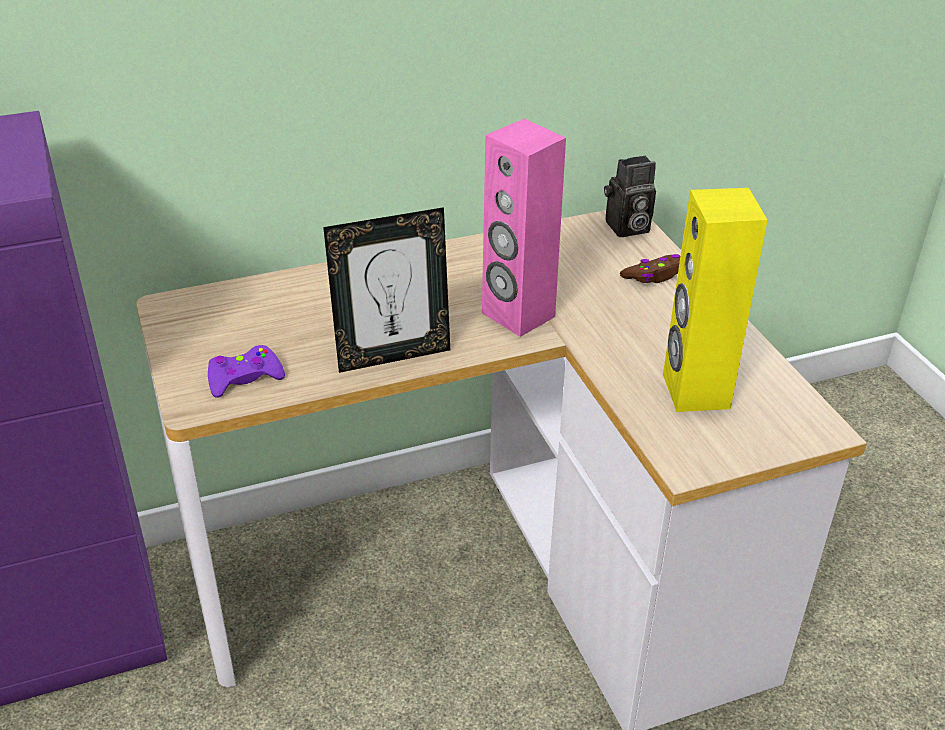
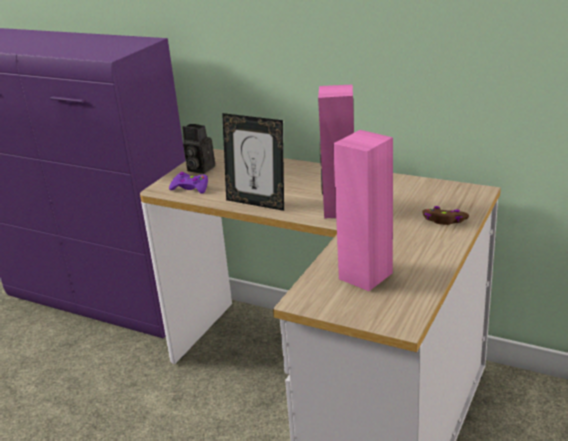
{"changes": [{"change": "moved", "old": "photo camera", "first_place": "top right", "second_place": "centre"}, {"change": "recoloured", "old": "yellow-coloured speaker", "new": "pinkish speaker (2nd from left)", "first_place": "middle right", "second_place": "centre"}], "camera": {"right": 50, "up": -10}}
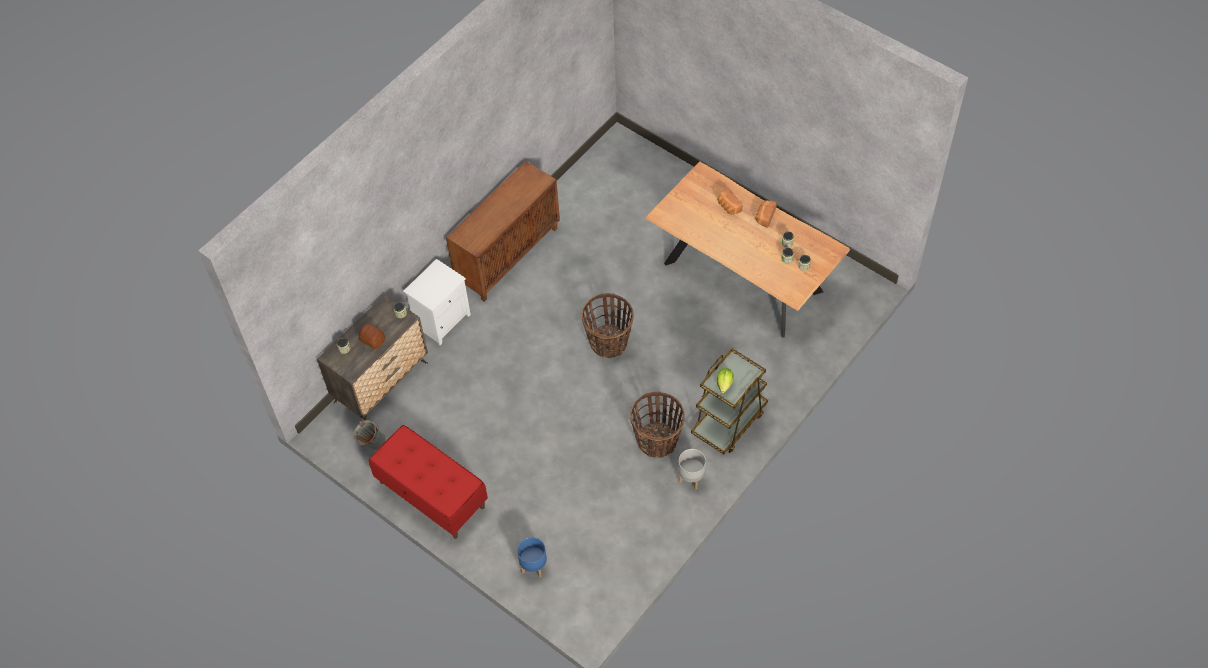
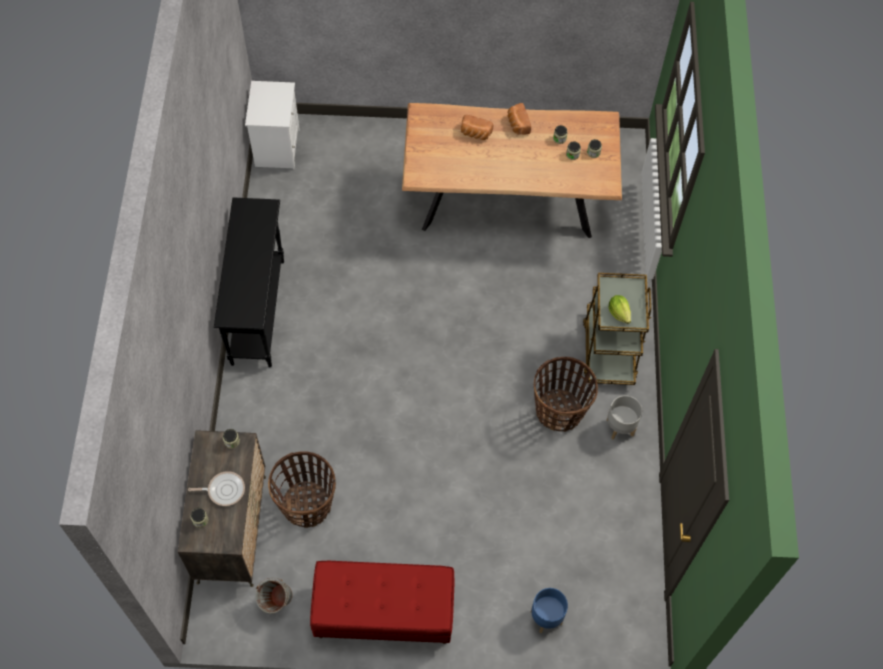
{"changes": [{"change": "replaced", "old": "brown-coloured cupboard", "new": "black-coloured hall table", "first_place": "centre", "second_place": "middle left"}, {"change": "moved", "old": "white nightstand", "first_place": "centre", "second_place": "top left"}, {"change": "moved", "old": "basket (1st from left)", "first_place": "centre", "second_place": "bottom centre"}, {"change": "replaced", "old": "bakery bread (1st from left)", "new": "frying pan", "first_place": "middle left", "second_place": "bottom left"}], "camera": {"right": -40, "up": 5}}
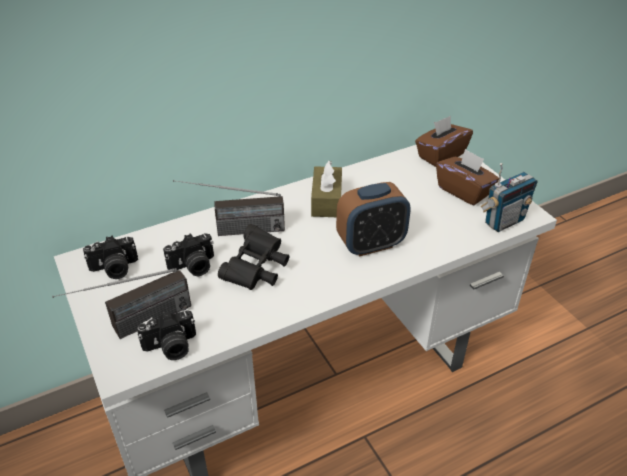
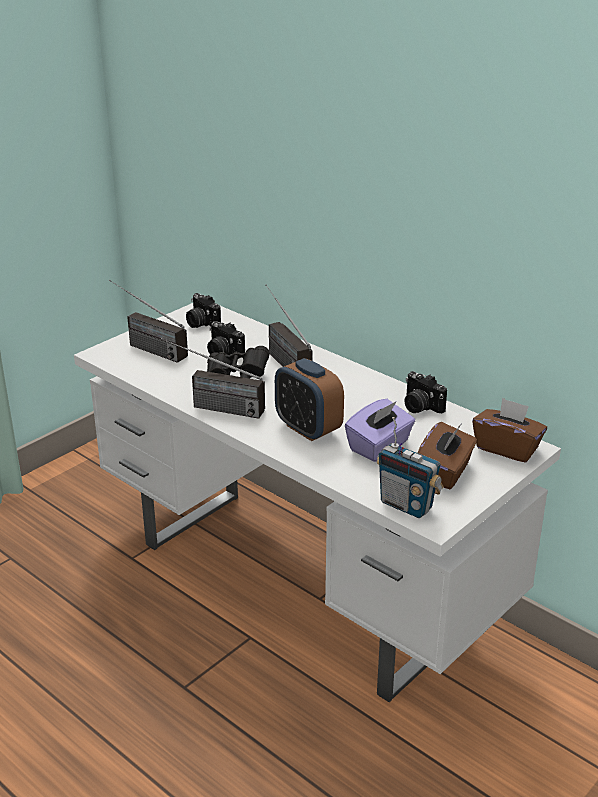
{"changes": [{"change": "removed", "old": "brown-coloured box of tissues (1st from left)", "first_place": "centre"}, {"change": "moved", "old": "photo camera (2nd from left in the first image)", "new": "photo camera (3rd from left)", "first_place": "bottom left", "second_place": "middle right"}, {"change": "added", "new": "radio set (2nd from left)", "second_place": "centre"}, {"change": "added", "new": "purple box of tissues", "second_place": "centre"}], "camera": {"right": 70, "up": -10}}
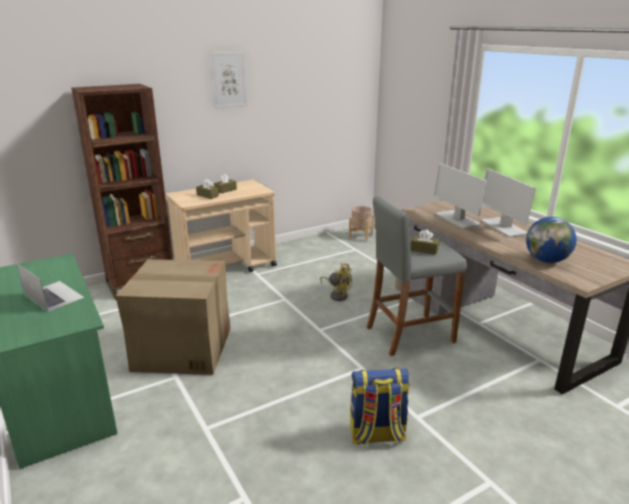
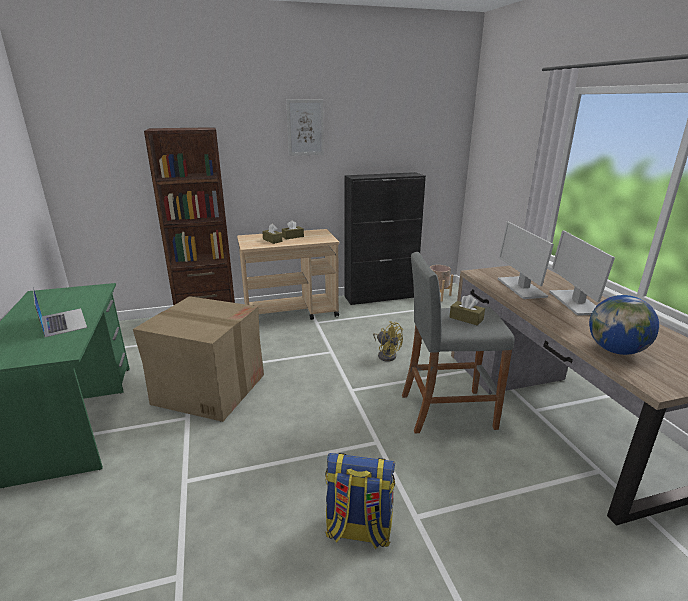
{"changes": [{"change": "added", "new": "black-coloured cupboard", "second_place": "centre"}], "camera": {"right": 15, "up": 0}}
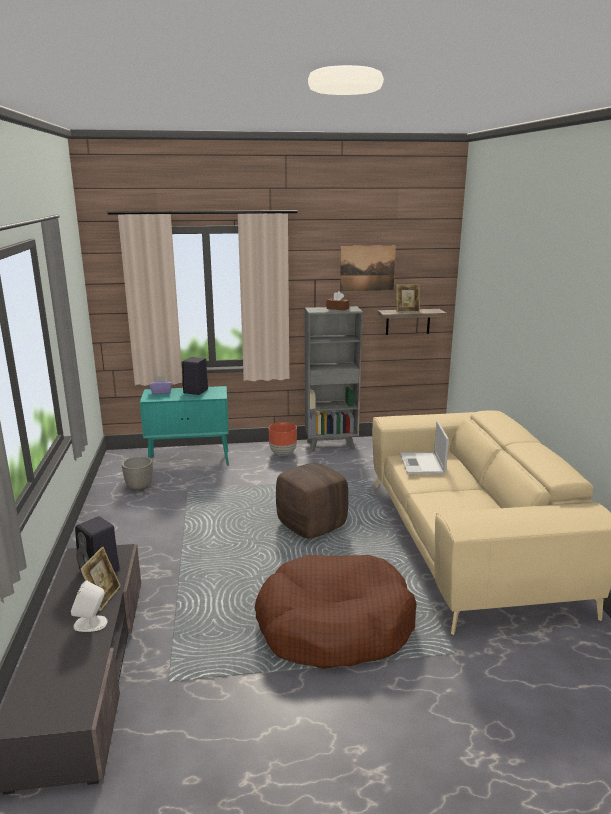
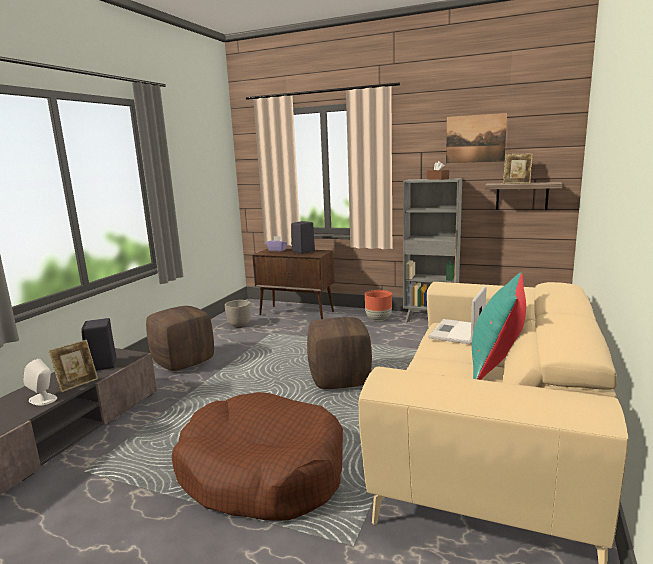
{"changes": [{"change": "recoloured", "old": "turquoise-coloured cupboard", "new": "brown-coloured cupboard", "first_place": "middle left", "second_place": "centre"}, {"change": "added", "new": "turquoise-coloured throw pillow", "second_place": "middle right"}, {"change": "added", "new": "brown-coloured pouffe (1st from left)", "second_place": "middle left"}], "camera": {"right": 30, "up": -5}}
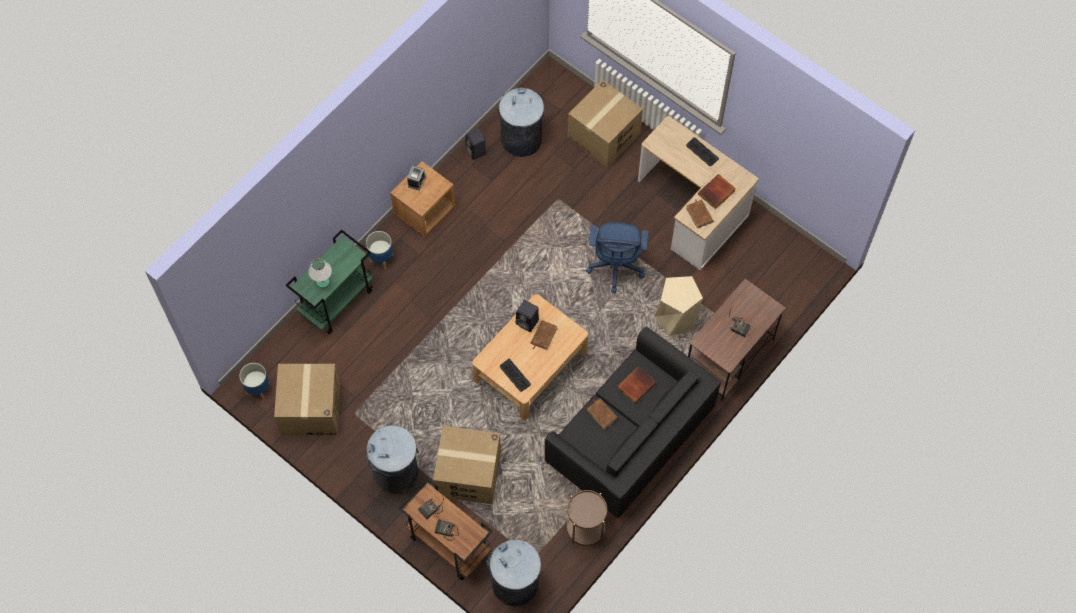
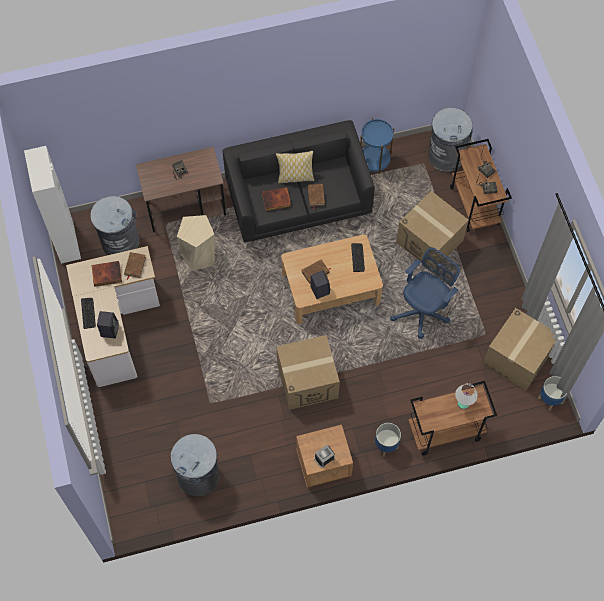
{"changes": [{"change": "moved", "old": "cardboard box (3rd from left in the first image)", "new": "cardboard box (1st from left)", "first_place": "top centre", "second_place": "centre"}, {"change": "moved", "old": "black-coloured speaker (1st from left)", "first_place": "top centre", "second_place": "middle left"}, {"change": "moved", "old": "blue-coloured desk chair", "first_place": "centre", "second_place": "middle right"}, {"change": "recoloured", "old": "green-coloured trolley", "new": "brown-coloured trolley (1st from left)", "first_place": "middle left", "second_place": "bottom right"}, {"change": "moved", "old": "gray trash can (1st from left)", "first_place": "bottom centre", "second_place": "middle left"}, {"change": "recoloured", "old": "brown-coloured side table", "new": "blue-coloured side table", "first_place": "bottom centre", "second_place": "top centre"}, {"change": "added", "new": "white cupboard", "second_place": "middle left"}, {"change": "added", "new": "throw pillow", "second_place": "top centre"}], "camera": {"right": -145, "up": 0}}
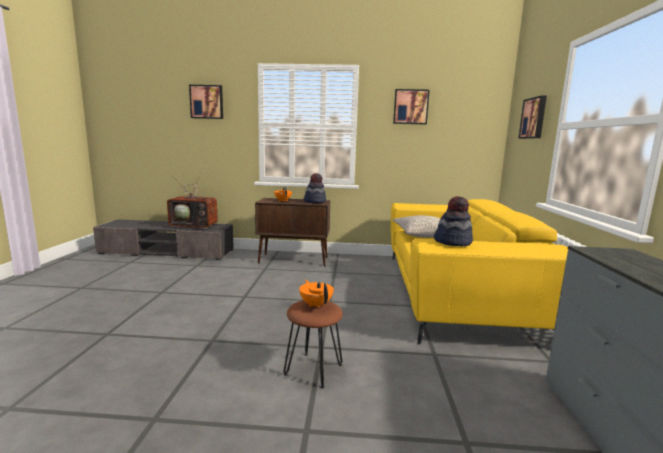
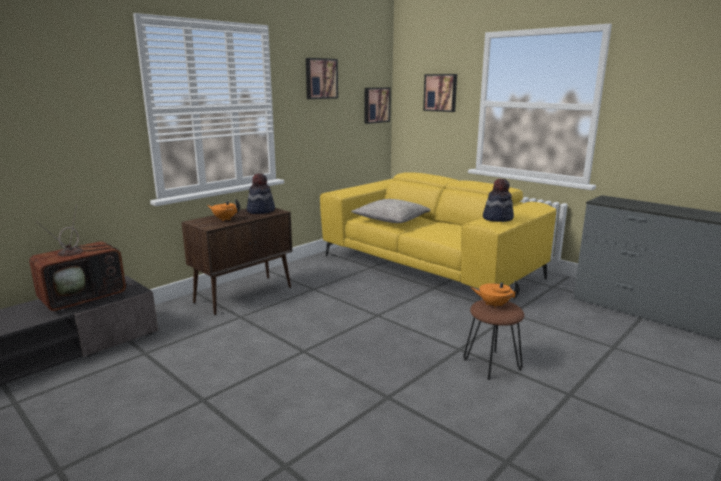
{"changes": [{"change": "moved", "old": "wall picture (1st from left in the first image)", "new": "wall picture (2nd from left)", "first_place": "top left", "second_place": "top centre"}], "camera": {"right": -50, "up": 5}}
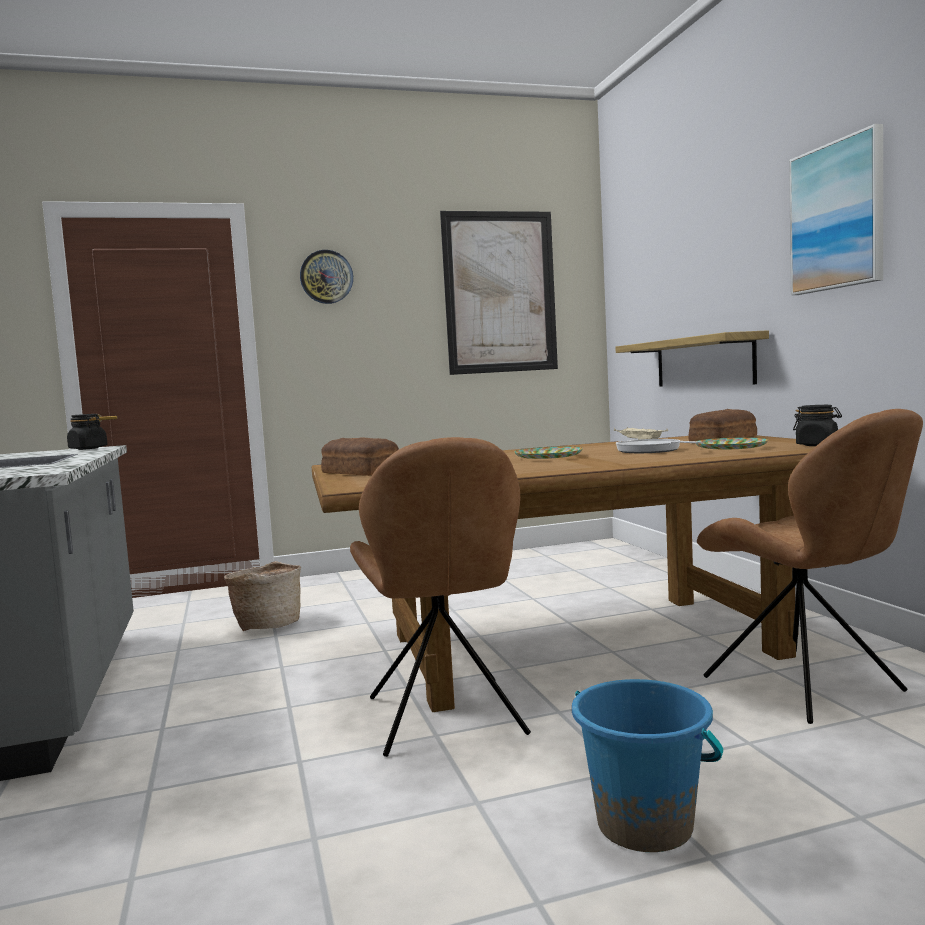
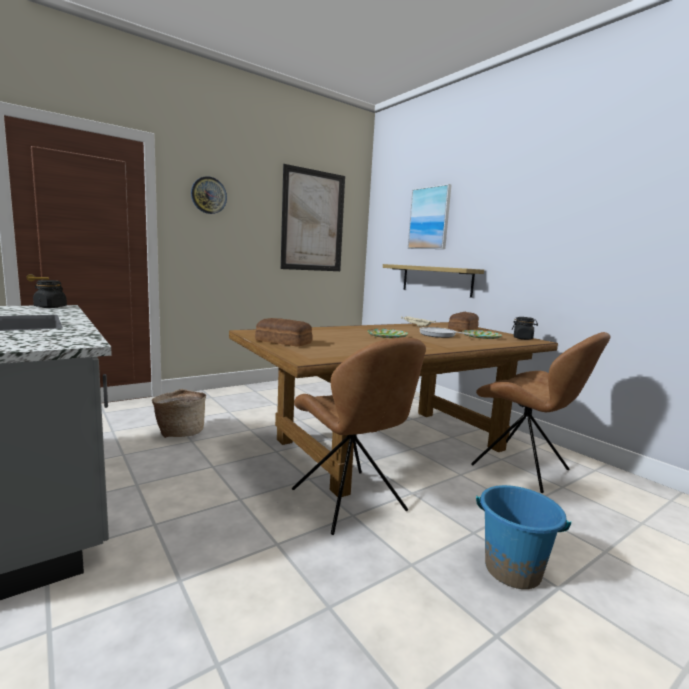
{"changes": [{"change": "moved", "old": "wall picture (2nd from left)", "first_place": "top right", "second_place": "top centre"}], "camera": {"right": -20, "up": 5}}
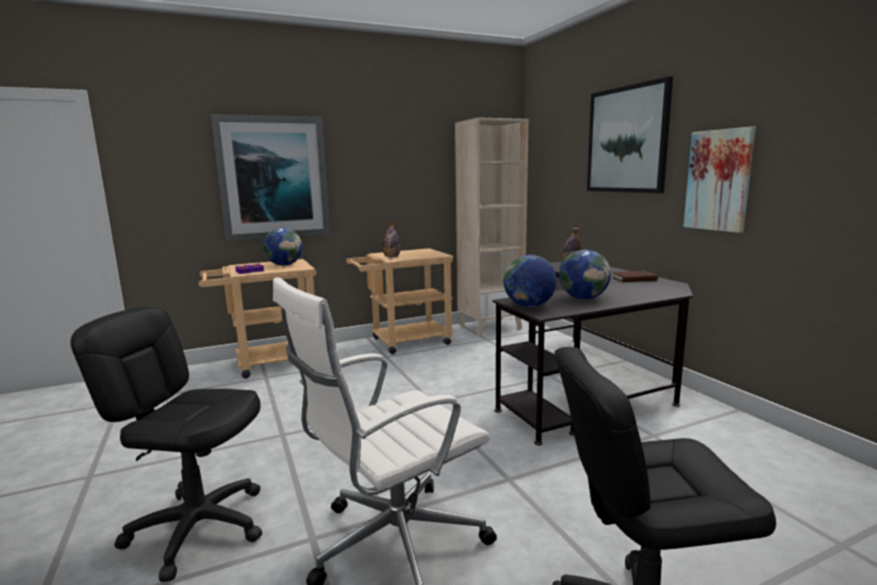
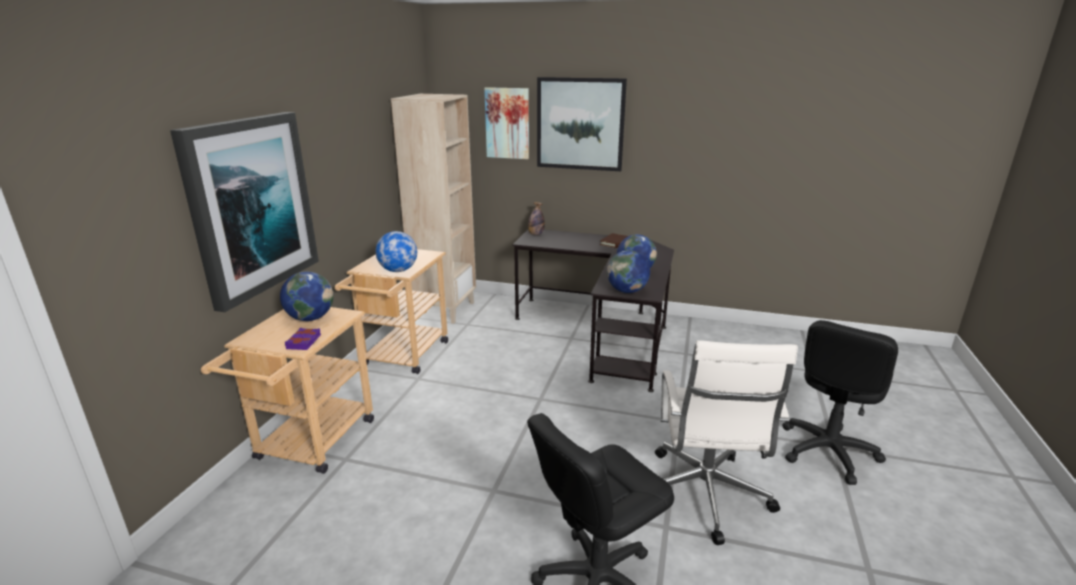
{"changes": [{"change": "moved", "old": "wall picture (3rd from left in the first image)", "new": "wall picture (2nd from left)", "first_place": "top right", "second_place": "top centre"}, {"change": "replaced", "old": "bottle (1st from left)", "new": "world globe (2nd from left)", "first_place": "centre", "second_place": "centre"}], "camera": {"right": -50, "up": 10}}
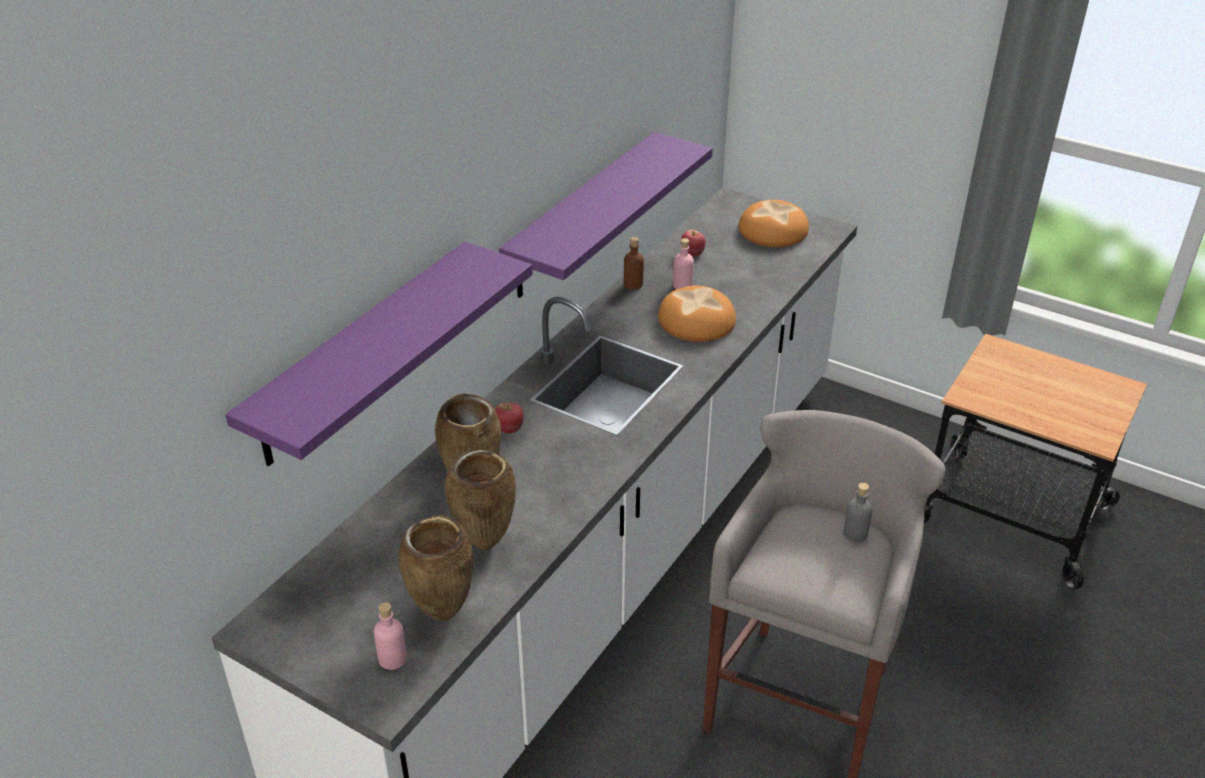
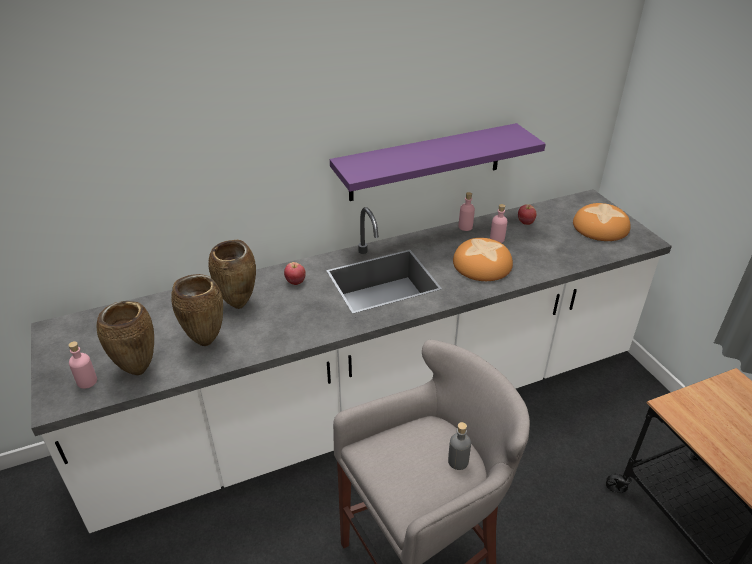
{"changes": [{"change": "recoloured", "old": "brown-coloured bottle", "new": "pinkish bottle (2nd from left)", "first_place": "centre", "second_place": "centre"}, {"change": "removed", "old": "purple bracket shelf (1st from left)", "first_place": "middle left"}], "camera": {"right": 35, "up": 0}}
